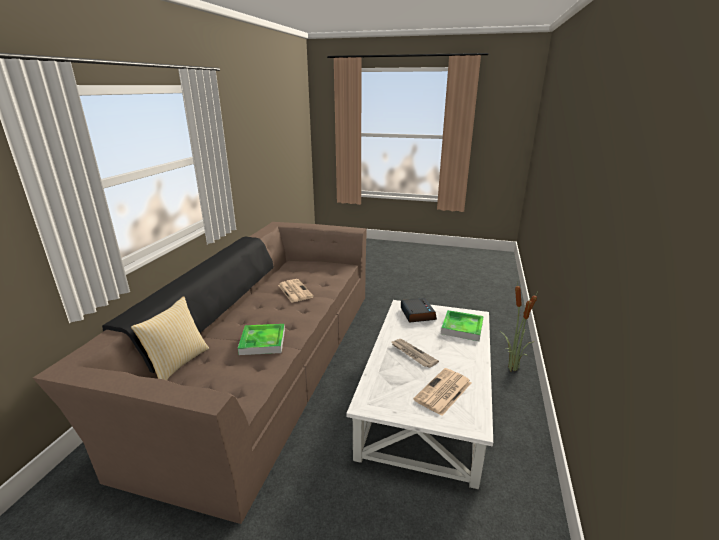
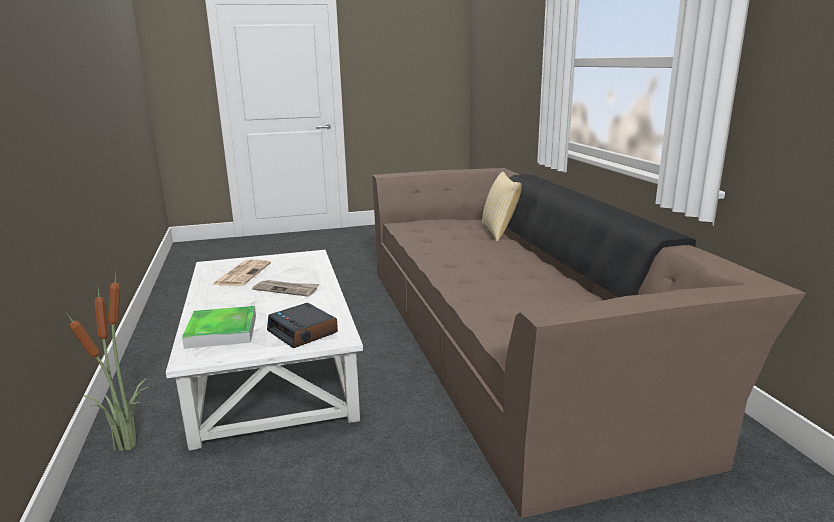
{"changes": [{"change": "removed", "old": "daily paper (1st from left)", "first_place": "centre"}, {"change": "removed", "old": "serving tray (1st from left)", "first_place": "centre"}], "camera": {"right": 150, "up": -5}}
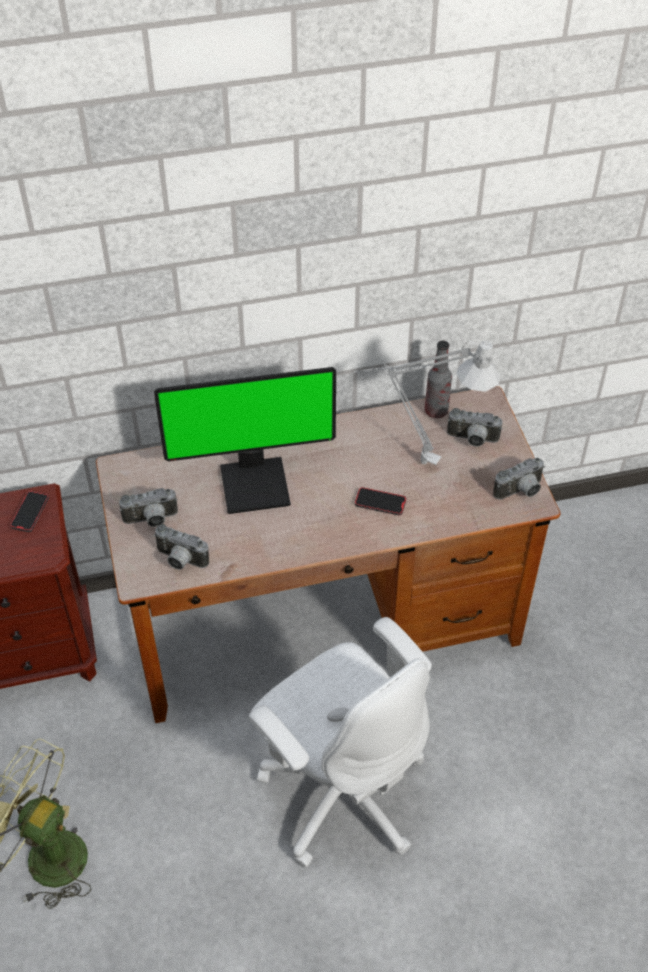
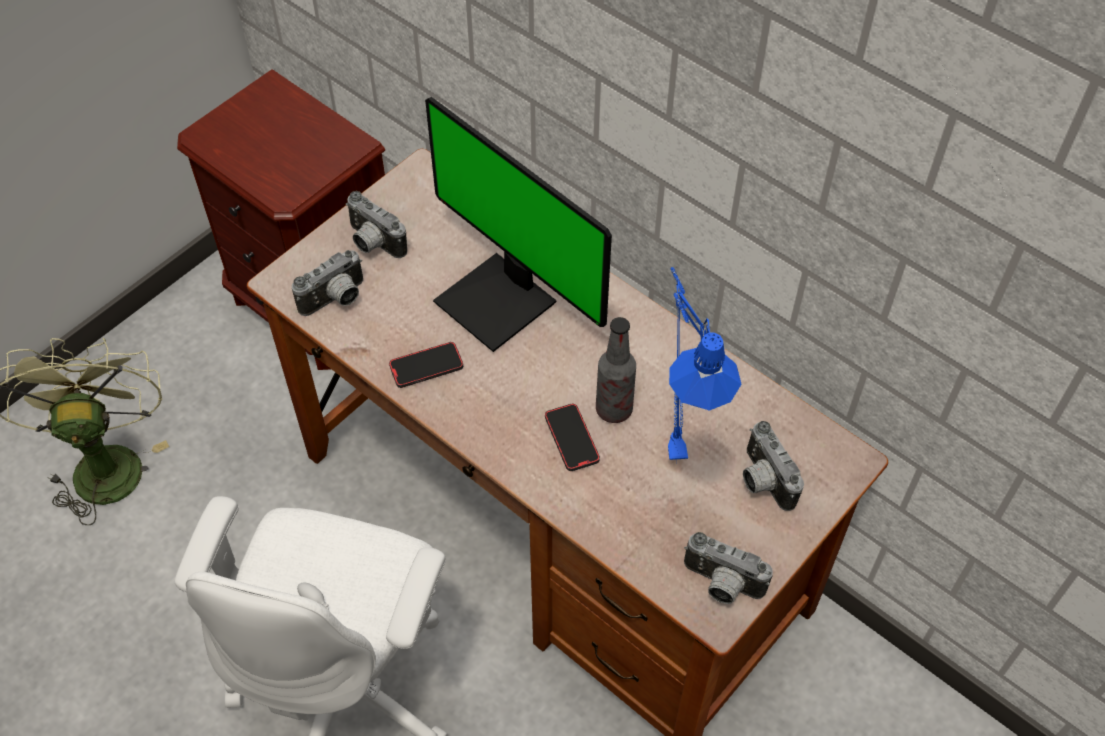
{"changes": [{"change": "recoloured", "old": "gray tabletop lamp", "new": "blue-coloured tabletop lamp", "first_place": "centre", "second_place": "centre"}, {"change": "moved", "old": "bottle", "first_place": "middle right", "second_place": "centre"}, {"change": "moved", "old": "telephone (1st from left)", "first_place": "middle left", "second_place": "centre"}, {"change": "turned", "old": "photo camera (2nd from left in the first image)", "first_place": "middle left", "second_place": "middle left", "degrees": -120}], "camera": {"right": 55, "up": 5}}
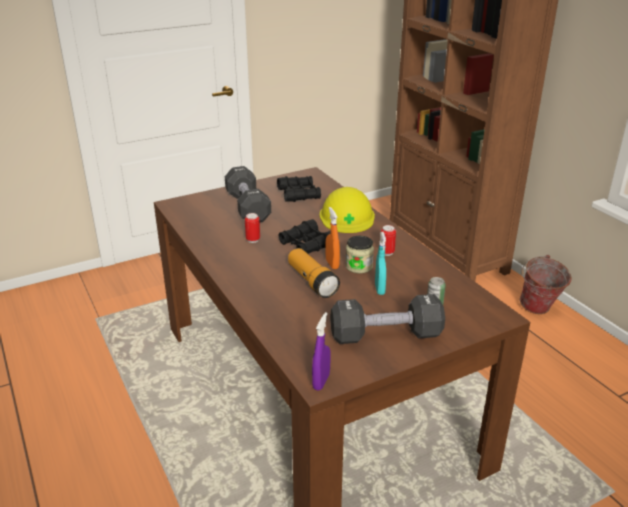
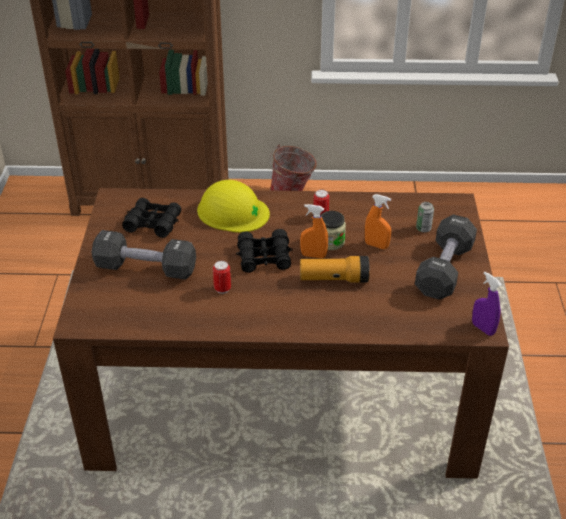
{"changes": [{"change": "recoloured", "old": "turquoise-coloured sprayer", "new": "orangey sprayer (2nd from left)", "first_place": "centre", "second_place": "middle right"}], "camera": {"right": -60, "up": 10}}
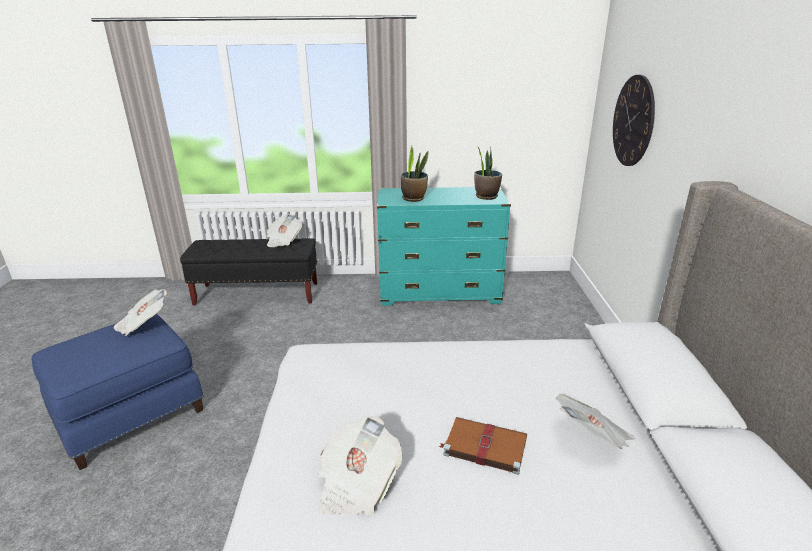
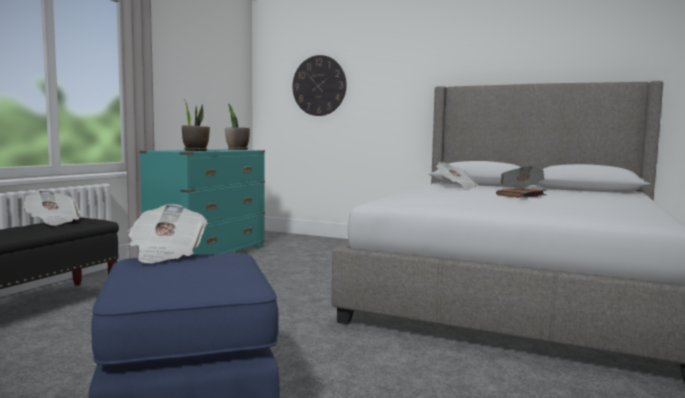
{"changes": [{"change": "moved", "old": "daily paper (3rd from left)", "first_place": "bottom centre", "second_place": "middle right"}], "camera": {"right": -65, "up": -20}}
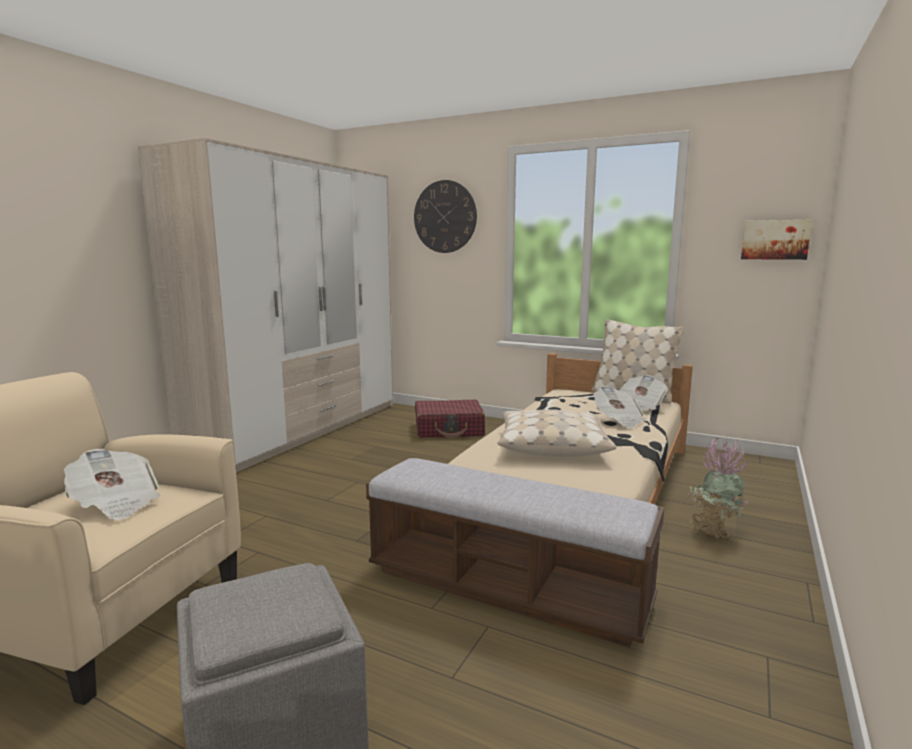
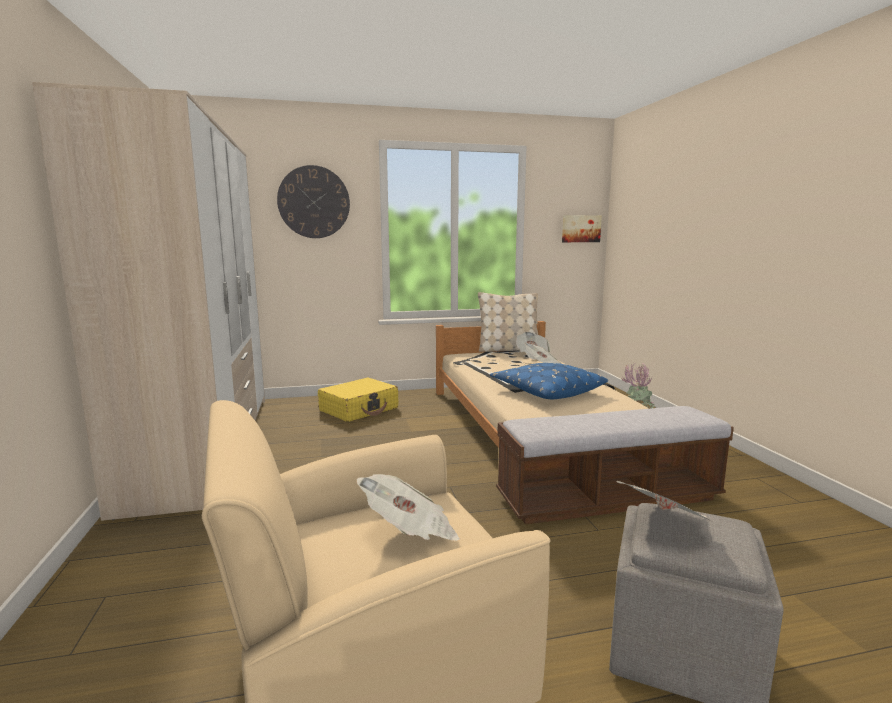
{"changes": [{"change": "recoloured", "old": "red travel case", "new": "yellow-coloured travel case", "first_place": "centre", "second_place": "centre"}, {"change": "recoloured", "old": "beige-coloured throw pillow (1st from left)", "new": "blue-coloured throw pillow", "first_place": "centre", "second_place": "centre"}, {"change": "added", "new": "daily paper (4th from left)", "second_place": "bottom right"}], "camera": {"right": -40, "up": 0}}
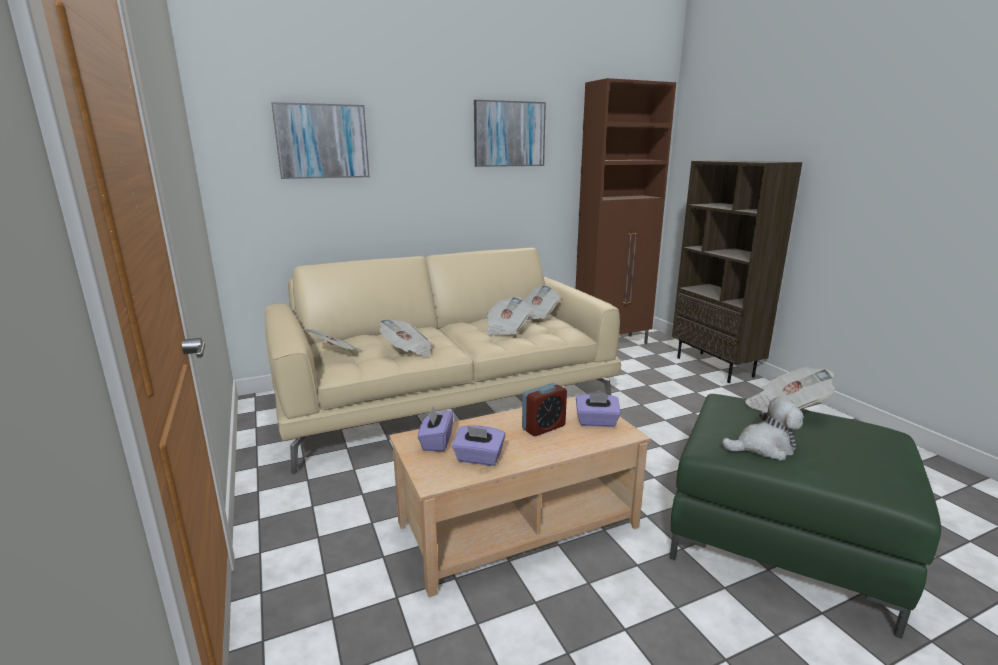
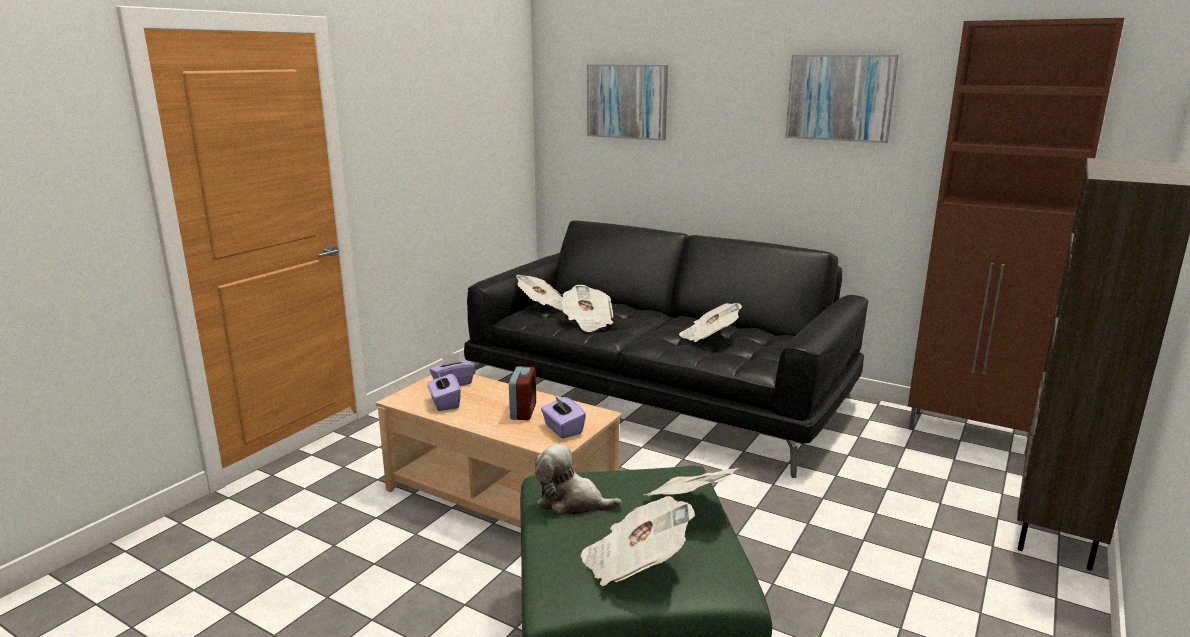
{"changes": [{"change": "recoloured", "old": "beige-coloured couch", "new": "black-coloured couch", "first_place": "centre", "second_place": "centre"}, {"change": "moved", "old": "daily paper (4th from left in the first image)", "new": "daily paper (3rd from left)", "first_place": "centre", "second_place": "bottom centre"}, {"change": "turned", "old": "alarm clock", "first_place": "centre", "second_place": "centre", "degrees": -105}, {"change": "turned", "old": "soft toy", "first_place": "middle right", "second_place": "bottom centre", "degrees": 150}], "camera": {"right": 55, "up": 0}}
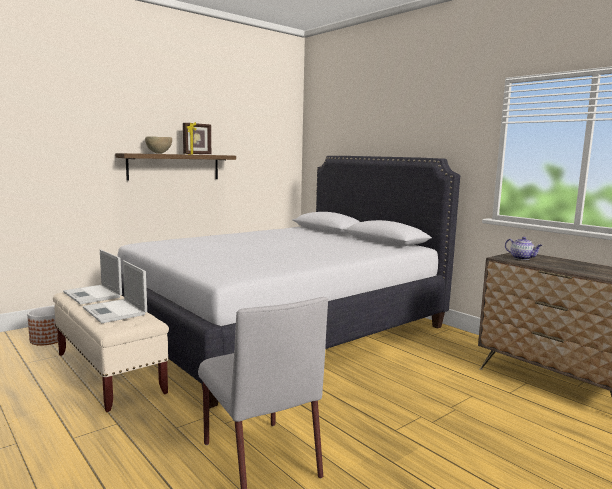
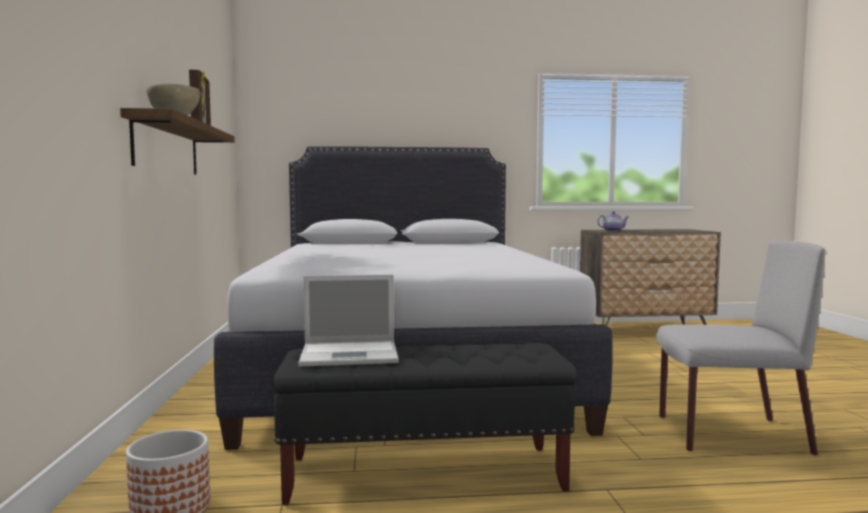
{"changes": [{"change": "removed", "old": "notebook computer (2nd from left)", "first_place": "middle left"}, {"change": "recoloured", "old": "beige-coloured long seat", "new": "black-coloured long seat", "first_place": "bottom left", "second_place": "bottom centre"}], "camera": {"right": -55, "up": -5}}
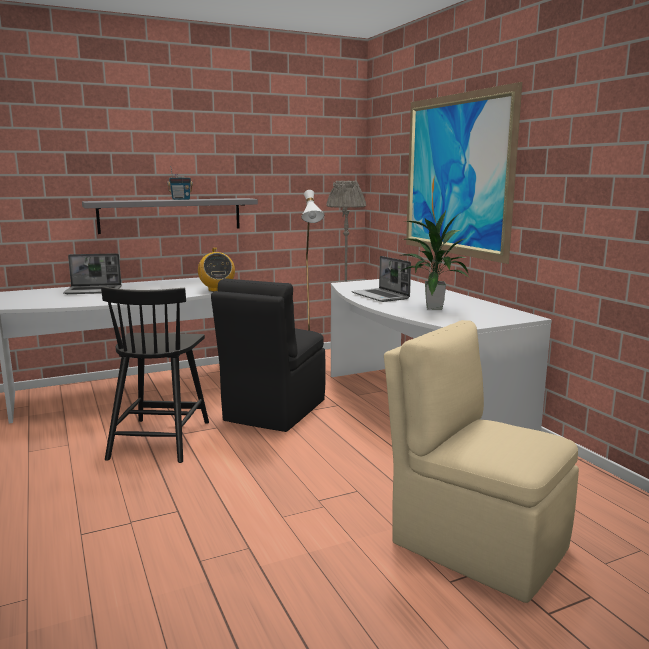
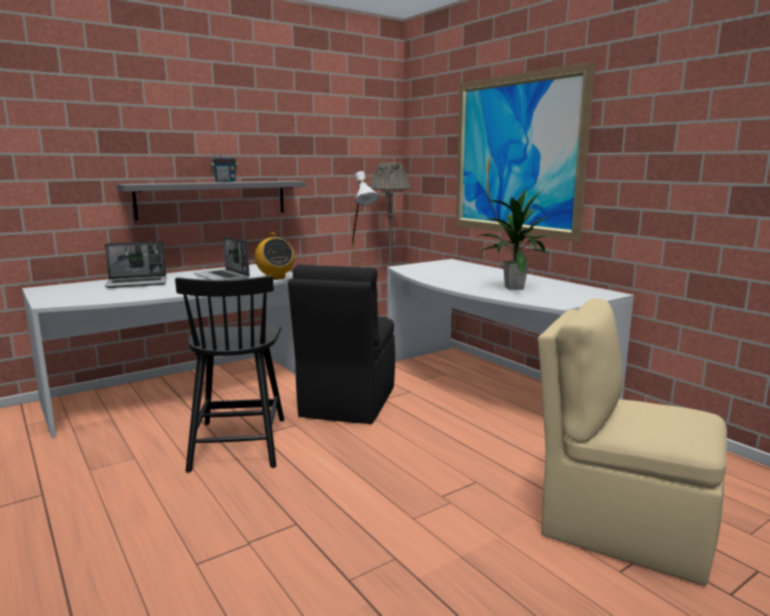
{"changes": [{"change": "moved", "old": "notebook computer (2nd from left)", "first_place": "centre", "second_place": "middle left"}], "camera": {"right": -10, "up": 0}}
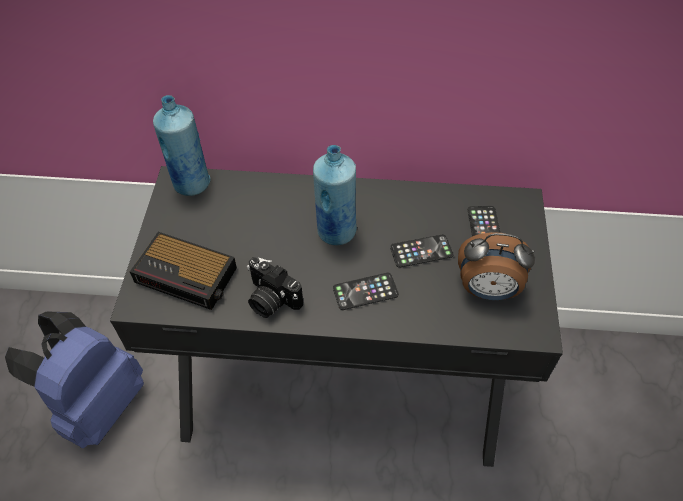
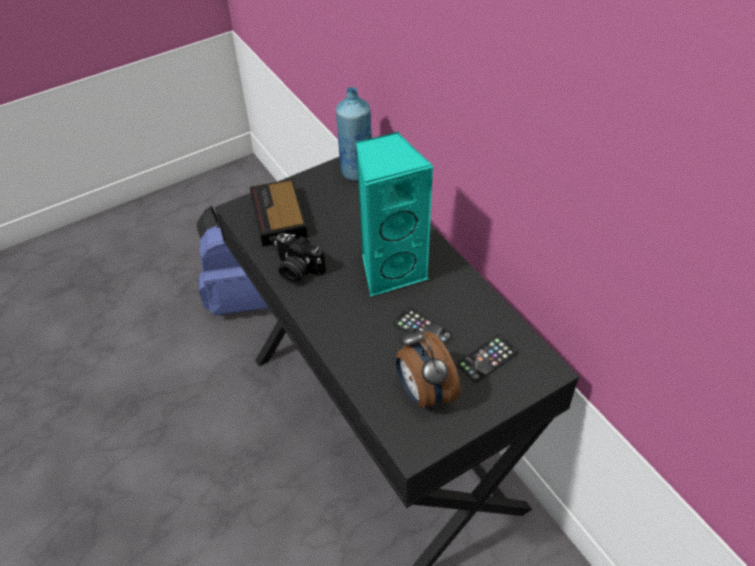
{"changes": [{"change": "replaced", "old": "blue-coloured bottle (2nd from left)", "new": "turquoise-coloured speaker", "first_place": "centre", "second_place": "centre"}, {"change": "turned", "old": "photo camera", "first_place": "centre", "second_place": "centre", "degrees": -60}, {"change": "removed", "old": "telephone (1st from left)", "first_place": "centre"}], "camera": {"right": 55, "up": -5}}
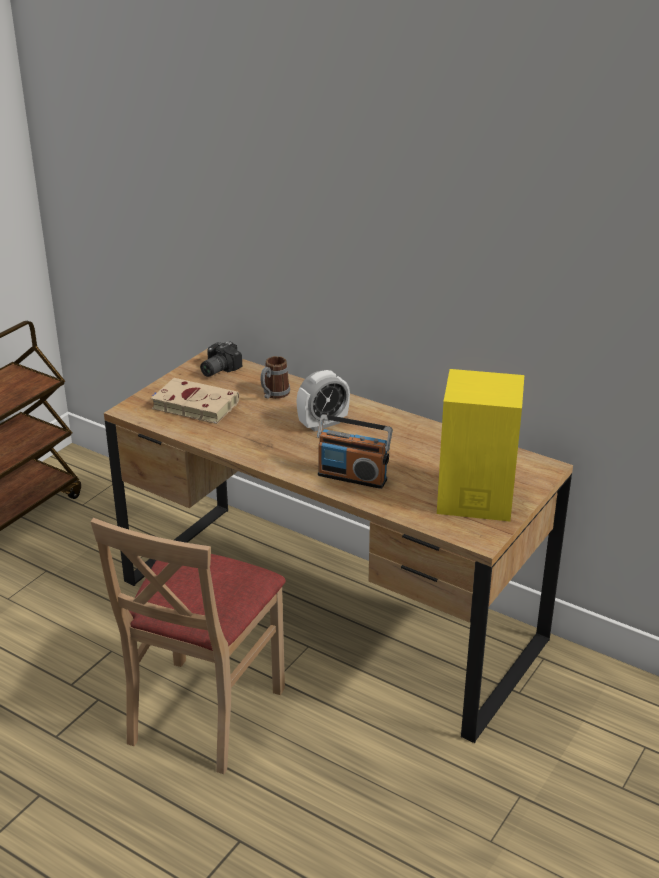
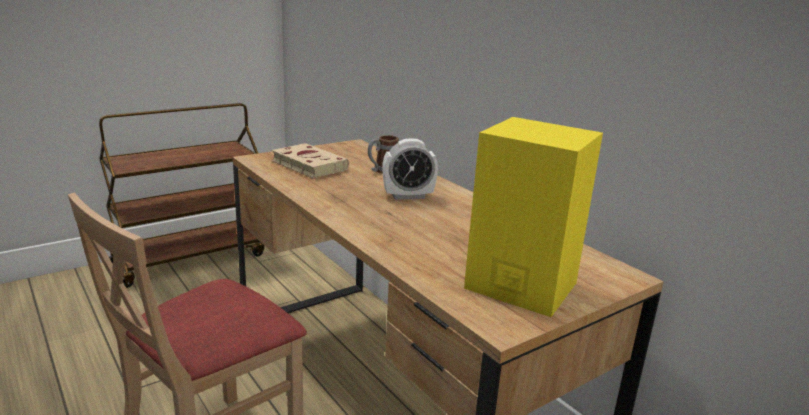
{"changes": [{"change": "removed", "old": "photo camera", "first_place": "centre"}, {"change": "removed", "old": "radio set", "first_place": "centre"}], "camera": {"right": 20, "up": -10}}
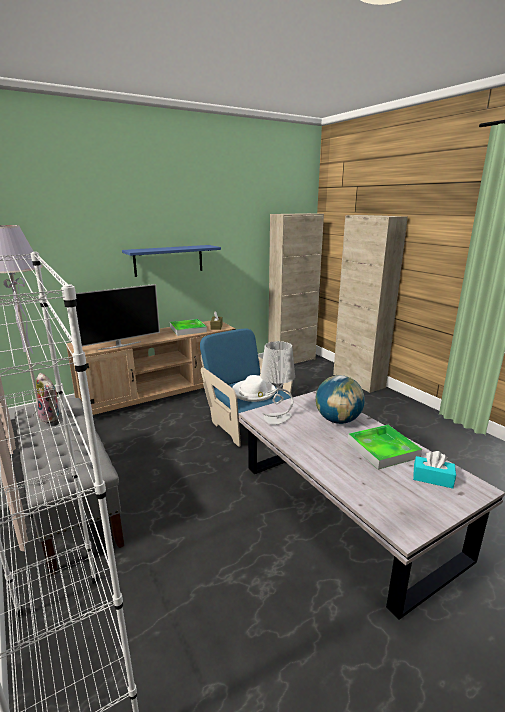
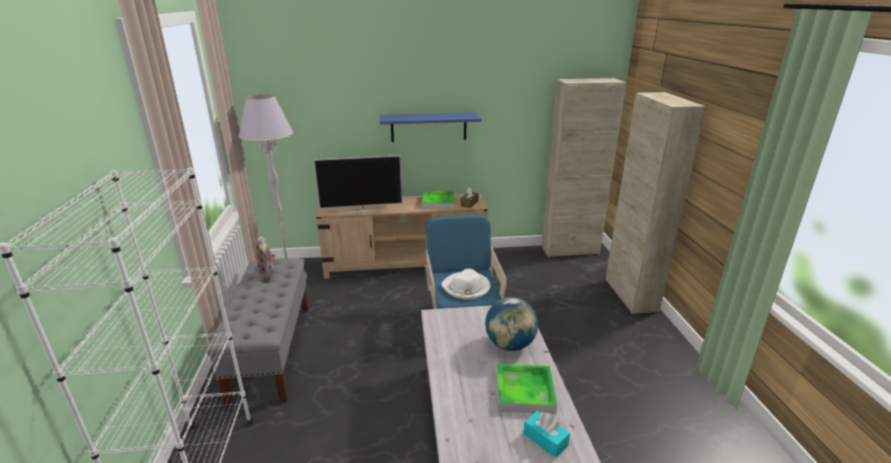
{"changes": [{"change": "removed", "old": "gray tabletop lamp", "first_place": "centre"}], "camera": {"right": 25, "up": 5}}
